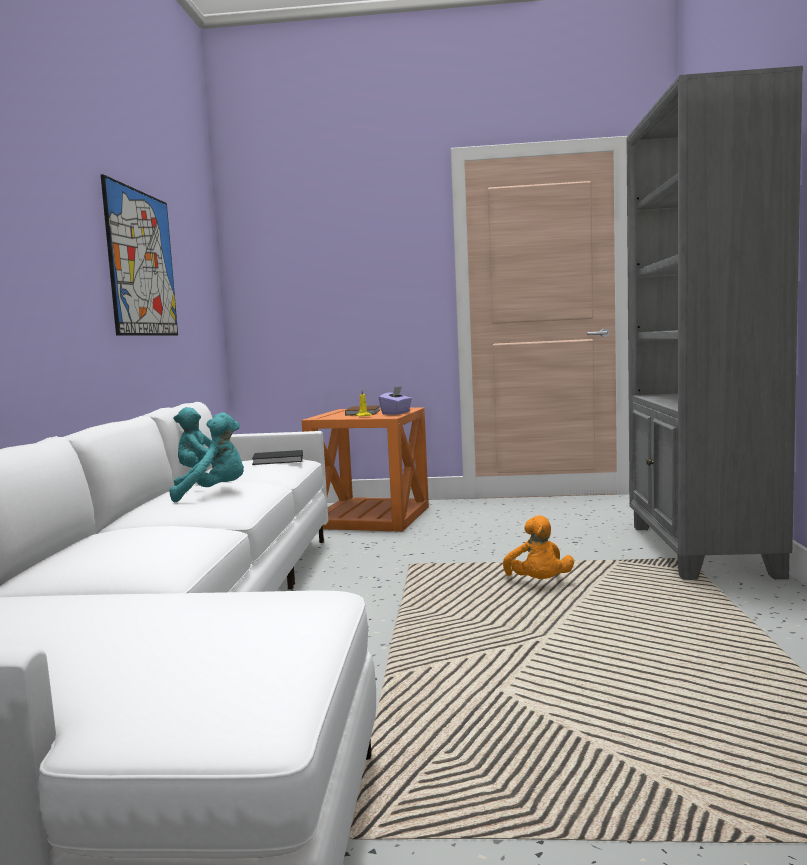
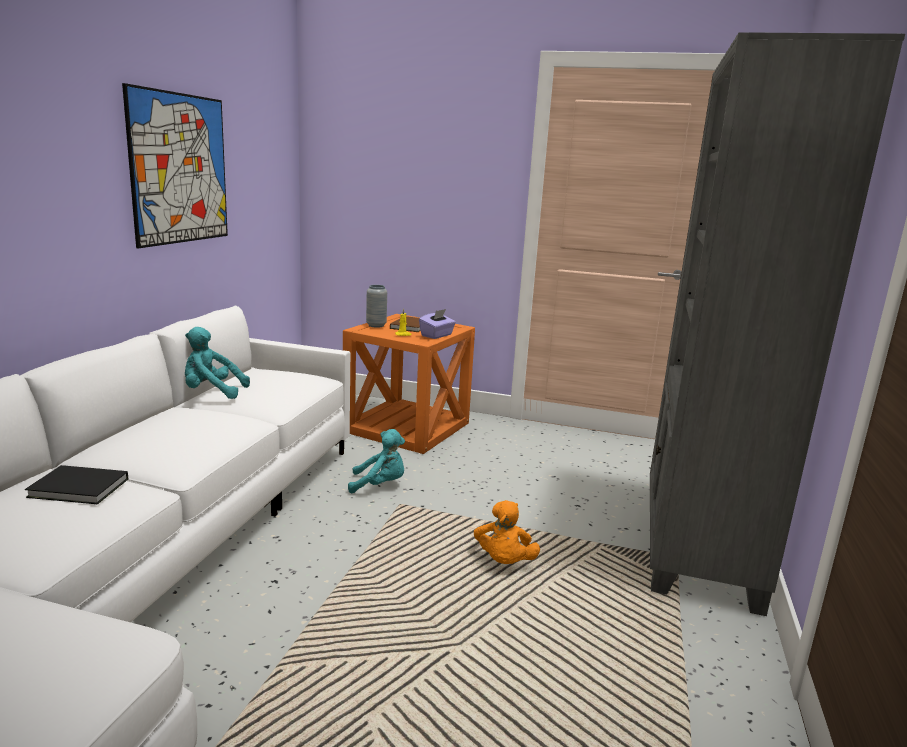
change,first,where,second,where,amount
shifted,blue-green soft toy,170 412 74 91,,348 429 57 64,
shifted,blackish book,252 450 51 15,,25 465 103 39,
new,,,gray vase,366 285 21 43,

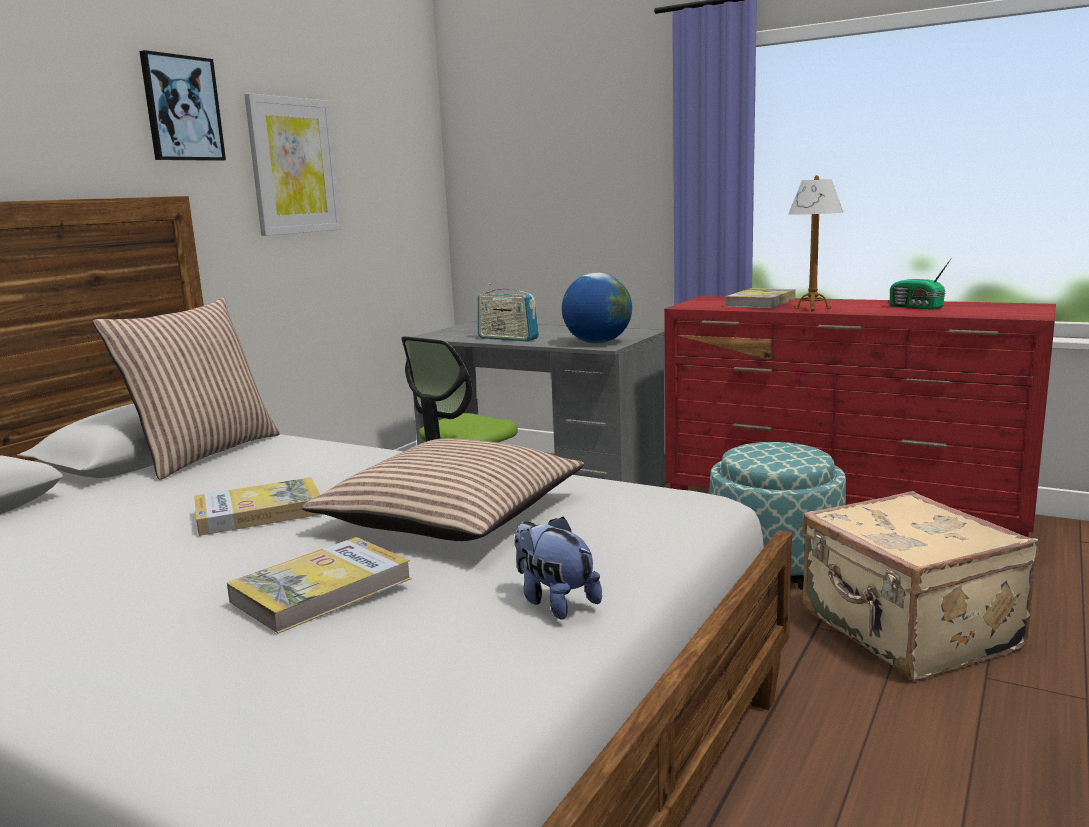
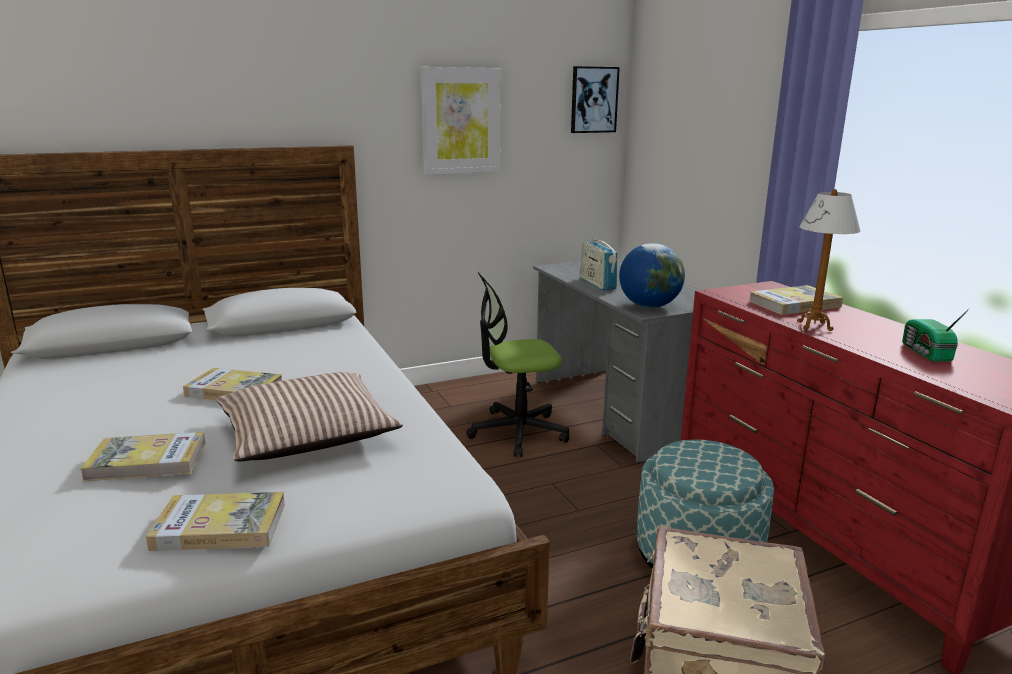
change,first,where,second,where,amount
shifted,picture,139 50 87 111,,571 66 49 67,
gone,cushion,93 298 187 182,,,
swapped,soft toy,515 517 87 103,book,146 492 139 59,

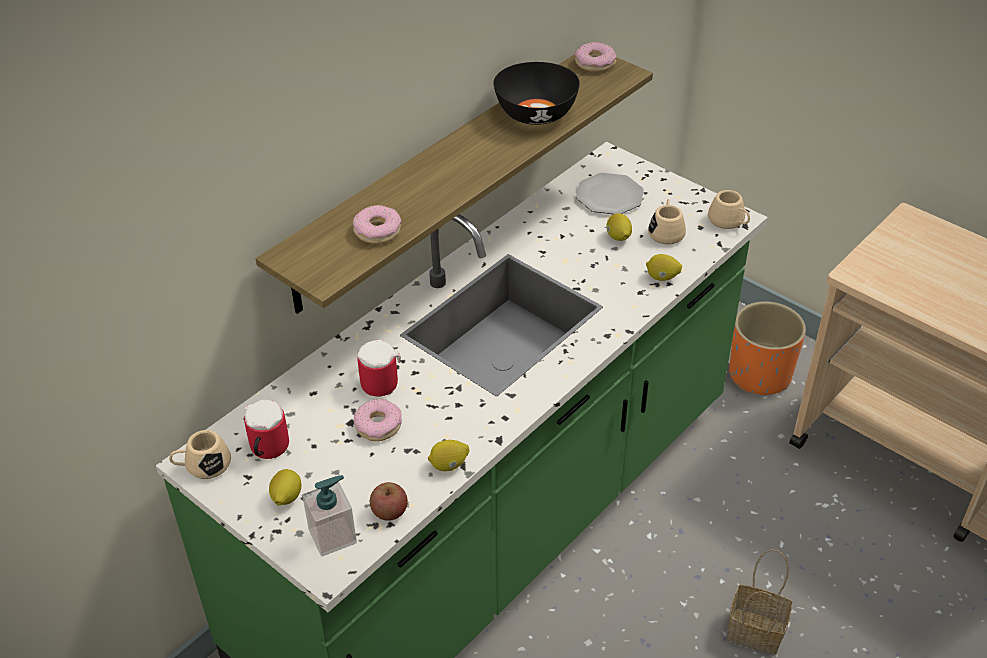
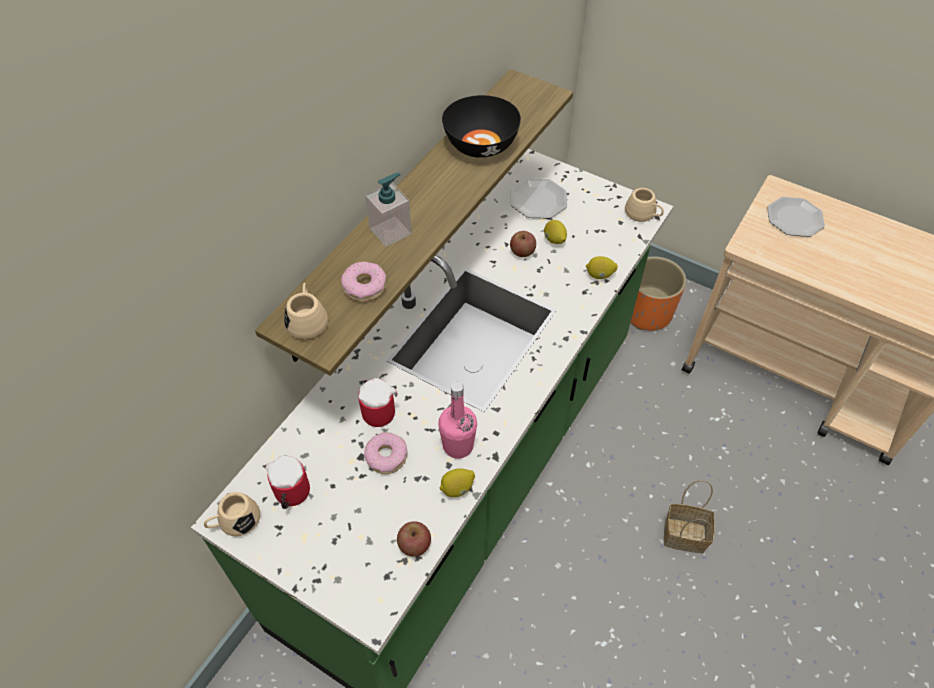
change,first,where,second,where,amount
gone,doughnut,574 42 42 30,,,
shifted,beige mug,648 199 38 46,,284 283 44 56,
gone,whole lemon,269 469 32 36,,,
shifted,soap bottle,302 475 55 82,,365 172 47 75,
new,,,dinner plate,767 197 58 40,
new,,,whole apple,510 231 26 26,
new,,,pink-coloured drink bottle,438 381 39 78,

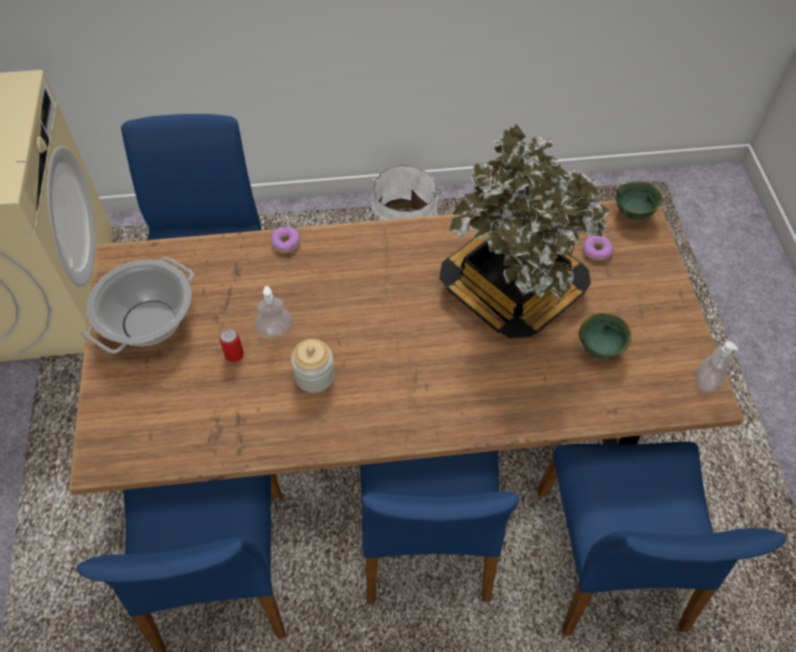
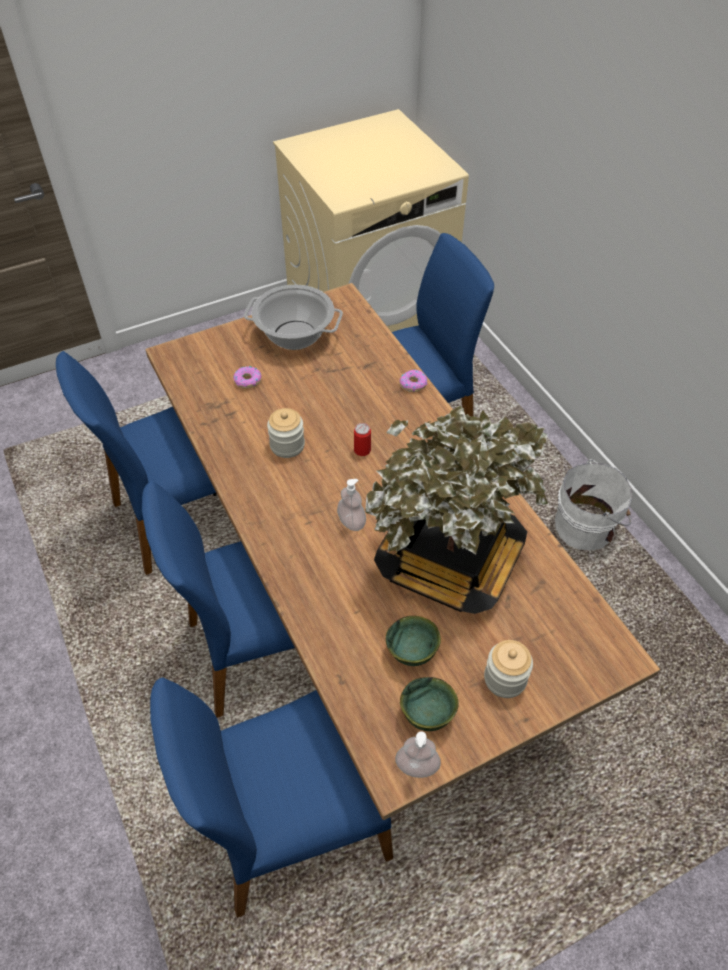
change,first,where,second,where,amount
shifted,green bowl,615 181 47 39,,400 677 59 54,
shifted,doughnut,583 235 30 25,,233 366 29 23,
shifted,soap bottle,255 286 38 51,,337 479 29 52,
shifted,metal can,219 328 25 34,,354 423 17 33,
new,,,preserve jar,484 640 49 58,

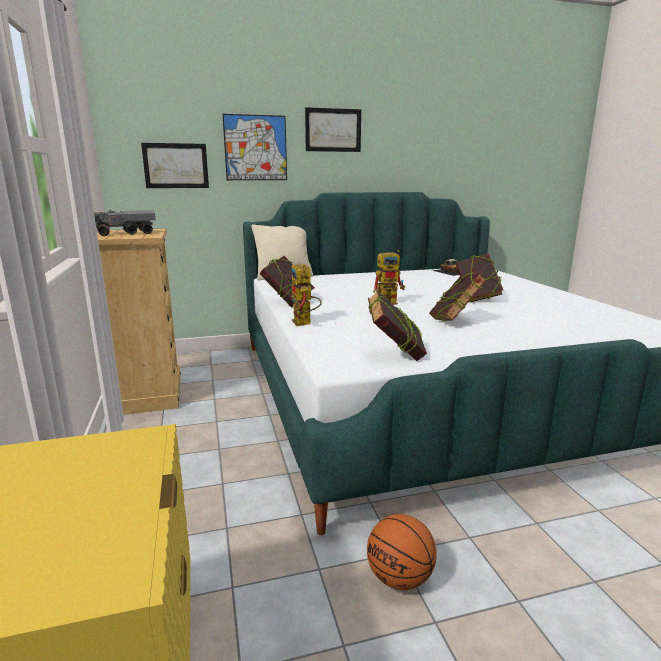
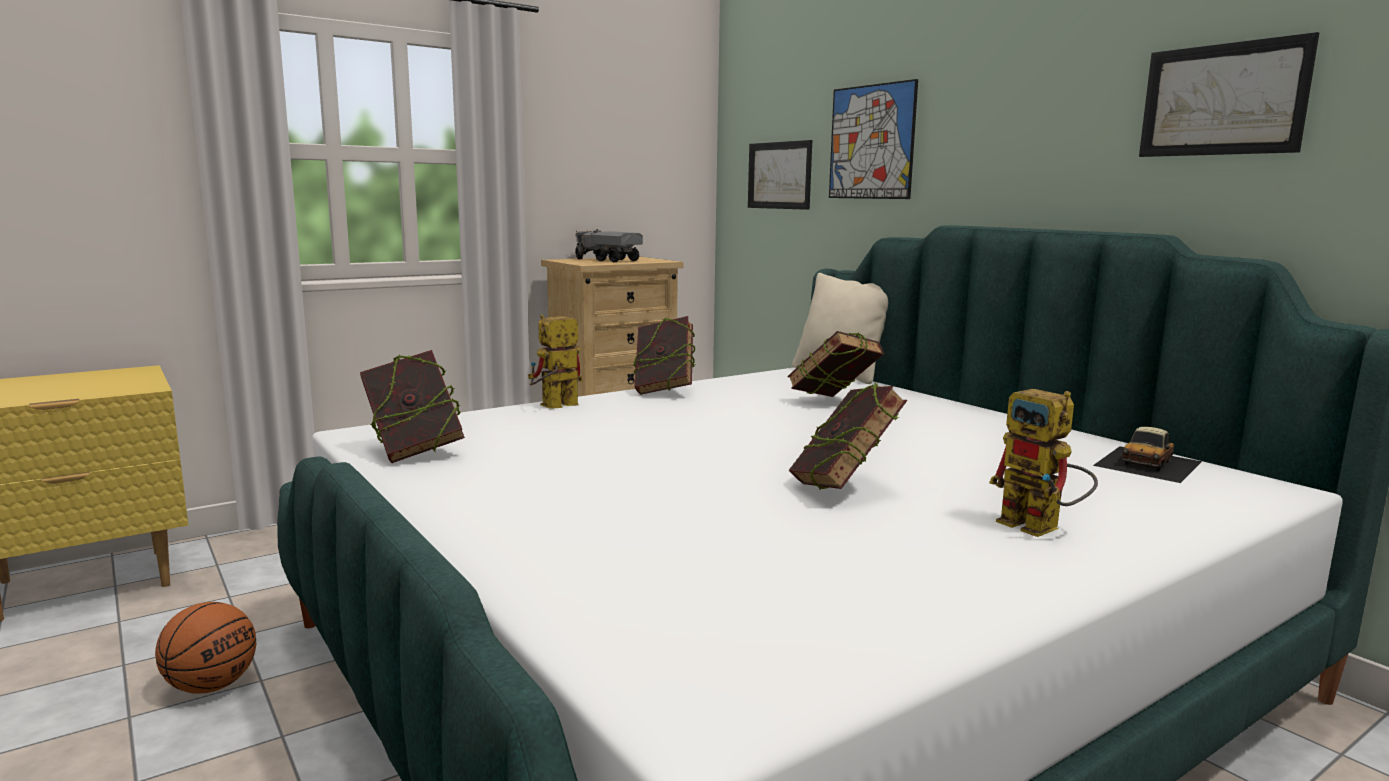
change,first,where,second,where,amount
shifted,picture,305 107 56 45,,1139 32 180 125,
shifted,robot figure,373 250 32 55,,989 389 109 148,
shifted,book,429 271 57 50,,787 331 97 66,

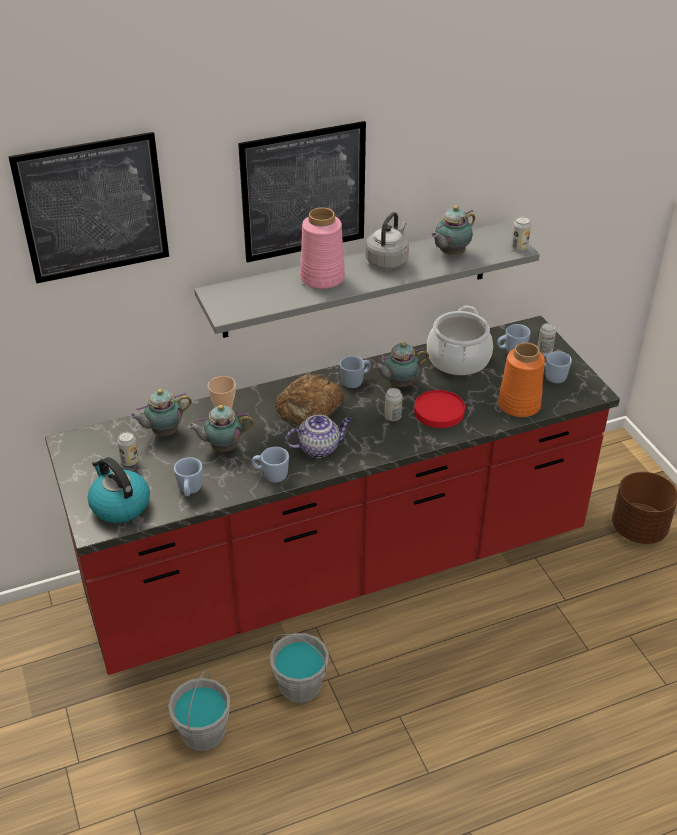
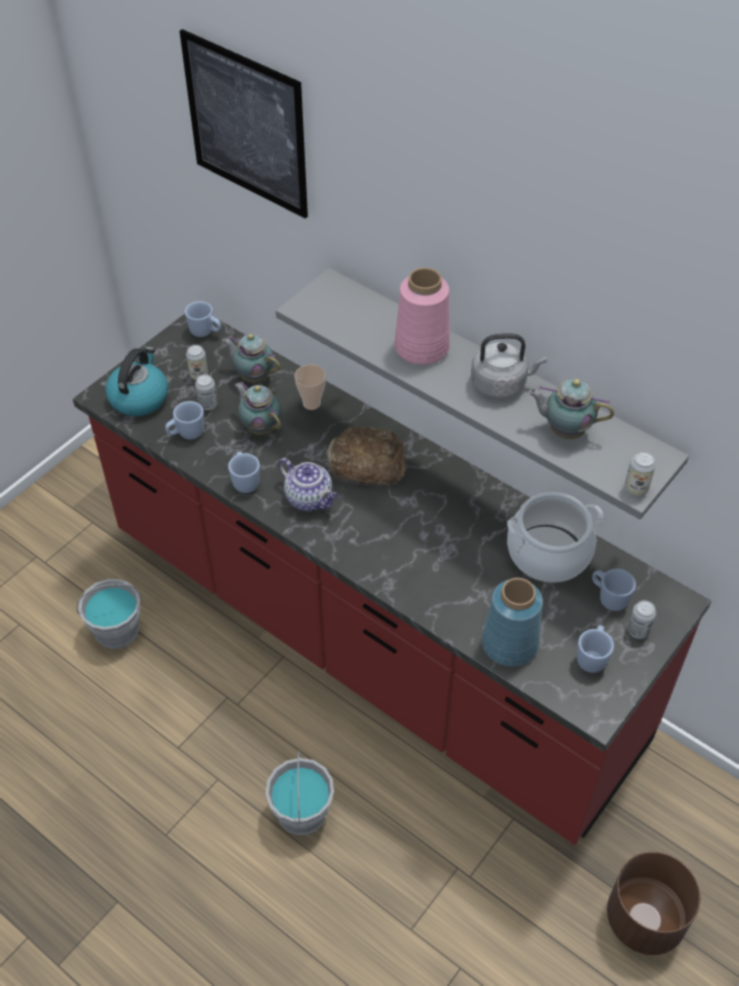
change,first,where,second,where,amount
gone,picture,238 121 128 142,,,
gone,pot for tea,373 342 56 45,,,
repainted,orange vase,498 342 47 75,blue-coloured vase,482 578 61 88,
shifted,blue-coloured mug,339 356 32 32,,185 301 36 36,
shifted,metal can,384 388 18 33,,195 374 23 36,
gone,red-coloured dinner plate,414 390 51 38,,,
shifted,gray pail,270 633 59 70,,265 752 69 83,

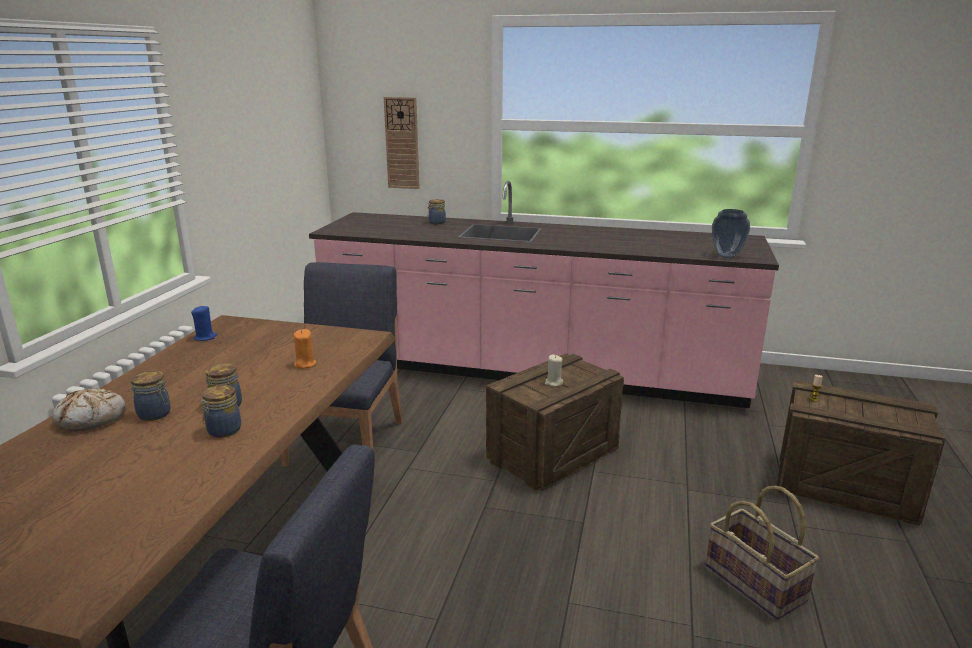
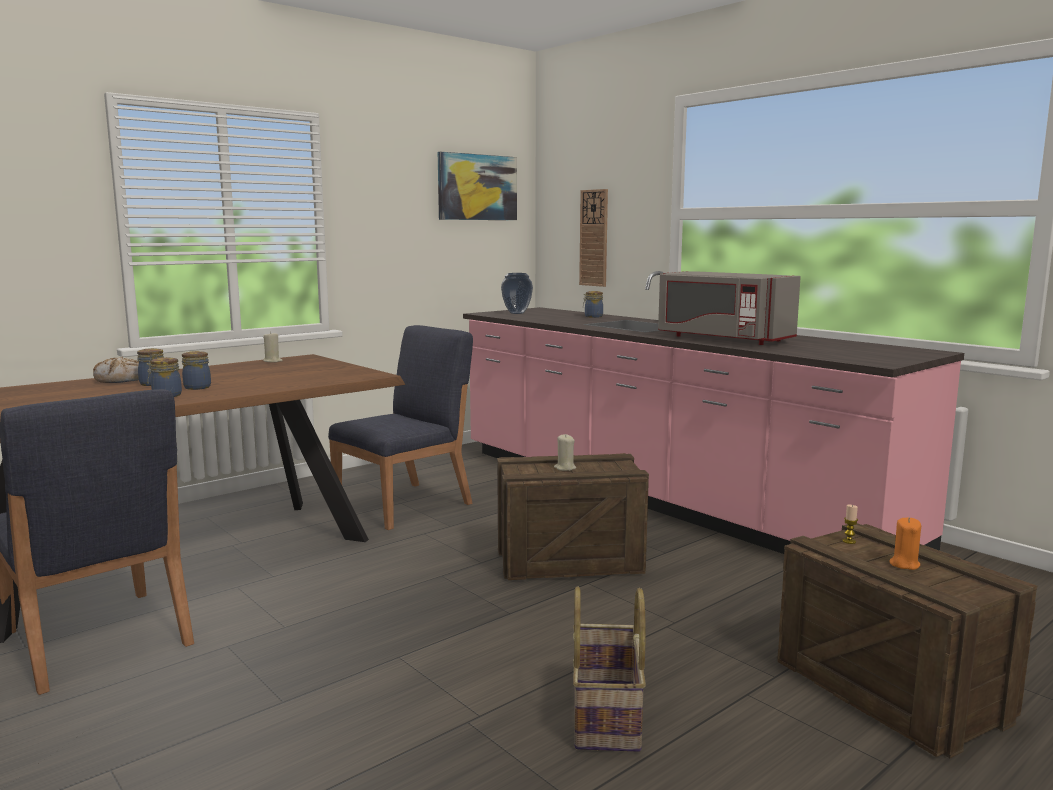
change,first,where,second,where,amount
shifted,vase,712 209 38 49,,501 273 32 41,
repainted,blue-coloured wax light,191 306 26 35,beige wax light,263 331 20 31,
shifted,orange wax light,293 329 23 40,,889 518 32 52,
new,,,picture,438 152 79 68,
new,,,gray microwave,658 271 143 74,

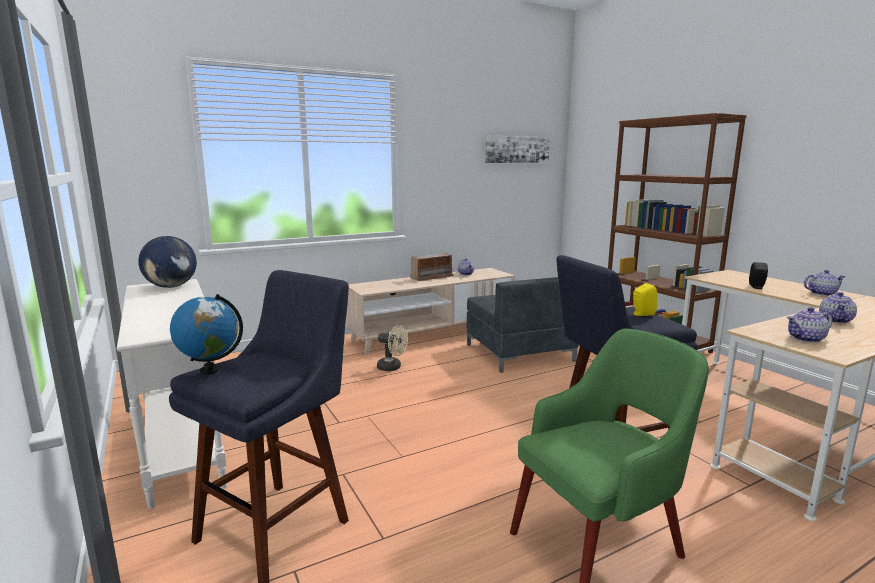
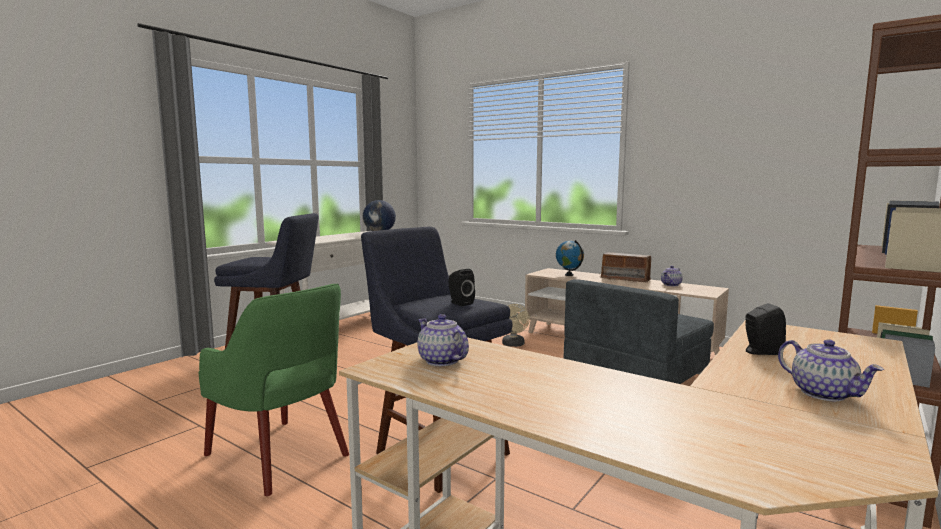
change,first,where,second,where,amount
gone,picture,485 136 65 27,,,
repainted,yellow speaker,633 283 24 33,blackish speaker,449 269 26 37,
gone,pot for tea,819 292 38 31,,,
shifted,globe,170 294 73 81,,556 240 28 36,

